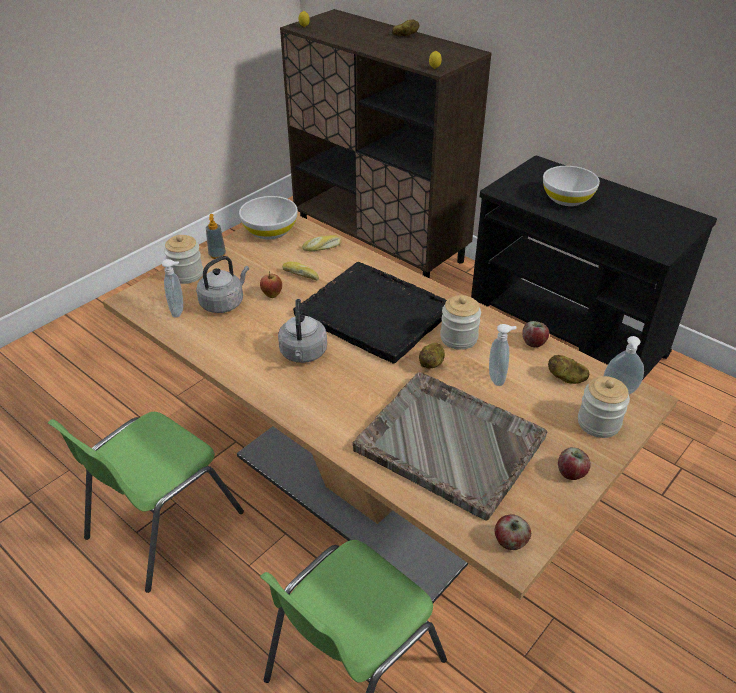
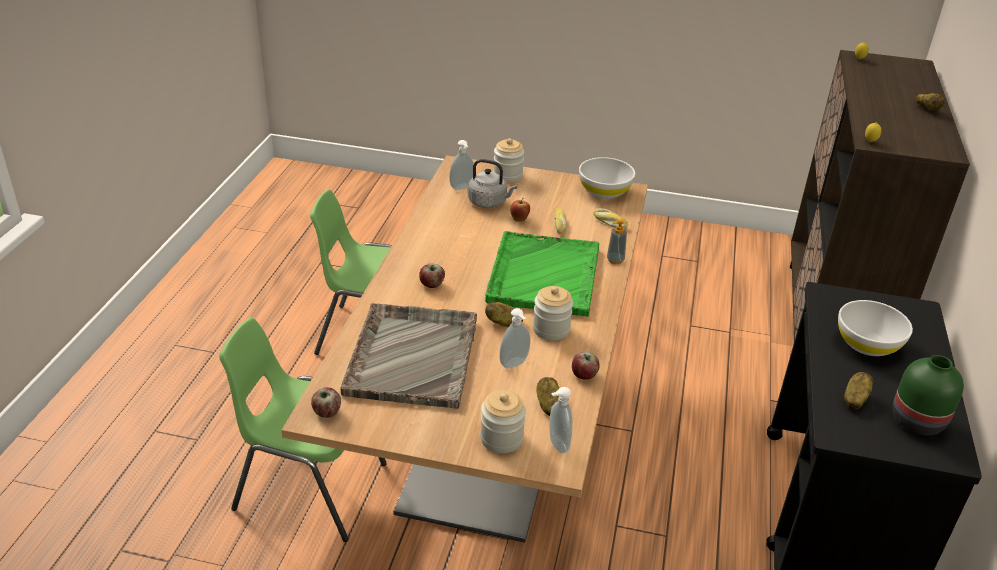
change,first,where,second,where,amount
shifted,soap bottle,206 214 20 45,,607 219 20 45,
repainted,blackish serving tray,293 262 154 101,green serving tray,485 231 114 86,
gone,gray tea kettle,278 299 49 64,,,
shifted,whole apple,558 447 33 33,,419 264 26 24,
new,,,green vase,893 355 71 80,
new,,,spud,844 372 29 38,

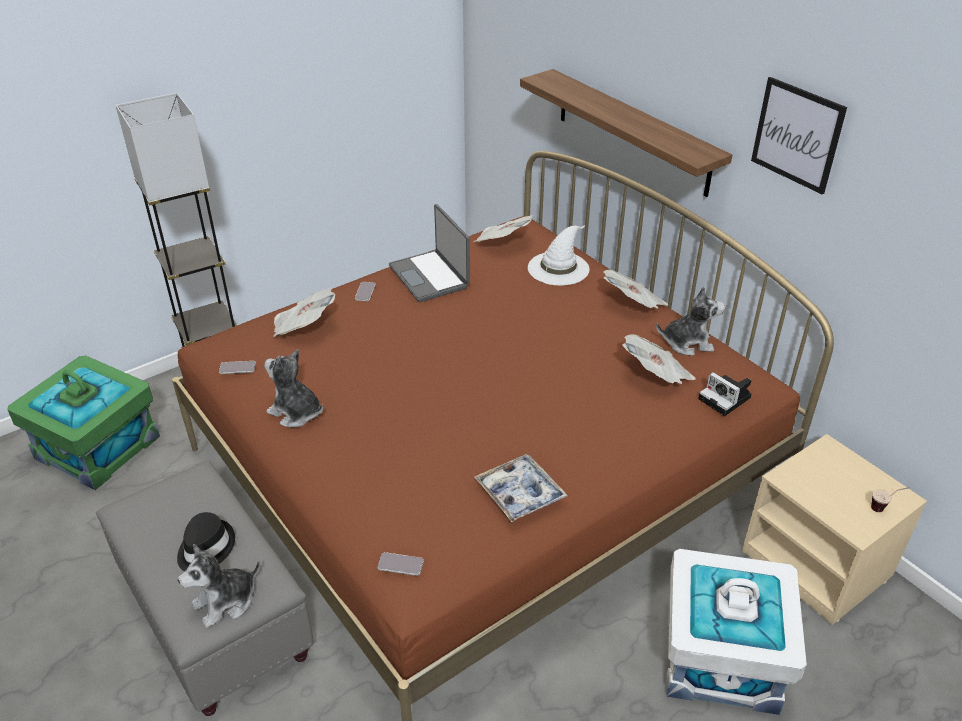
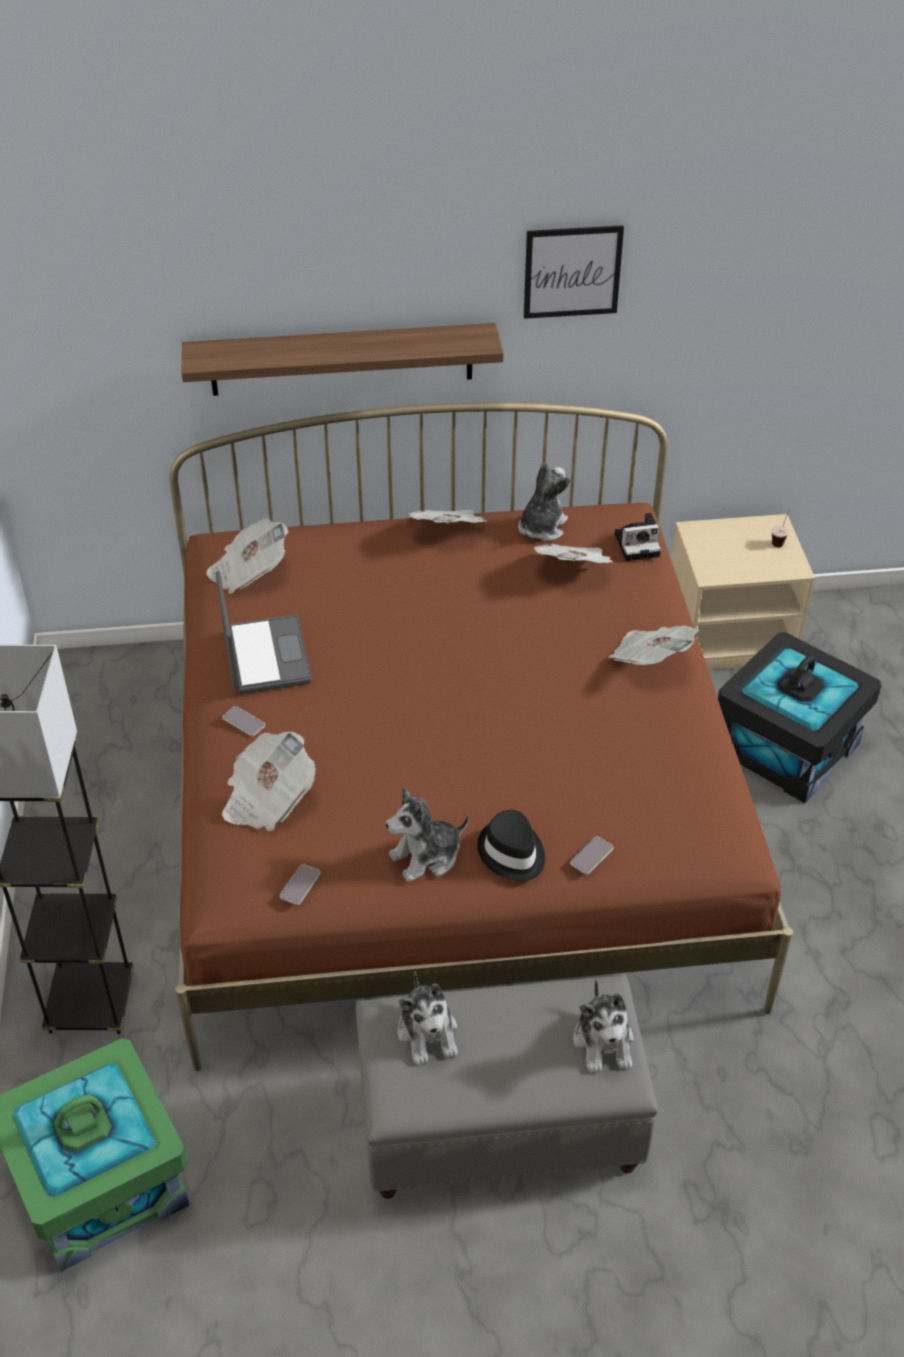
change,first,where,second,where,amount
rotated,notebook computer,389 204 81 98,,216 571 96 123,105 degrees counterclockwise
gone,white-coloured clothing hat,528 225 61 60,,,
gone,serving tray,474 454 94 68,,,
shifted,blackish clothing hat,177 512 58 59,,477 810 68 71,
repainted,white-coloured storage box,666 549 141 166,blackish storage box,718 632 163 171,
shifted,phone,378 552 46 24,,570 836 44 39,
new,,,printed paper,608 625 91 40,
new,,,soft toy,398 971 60 94,

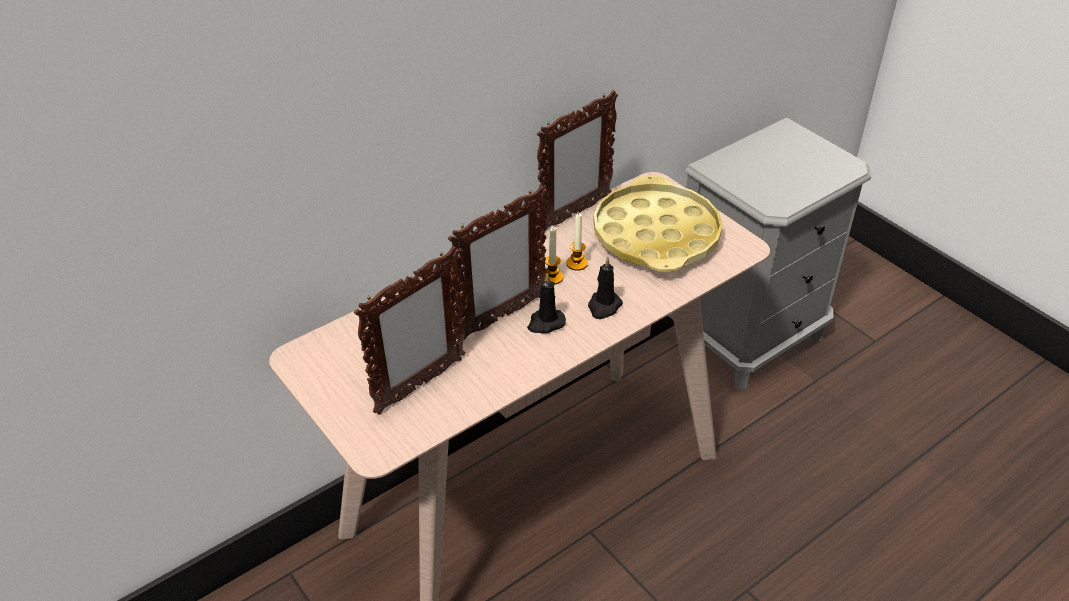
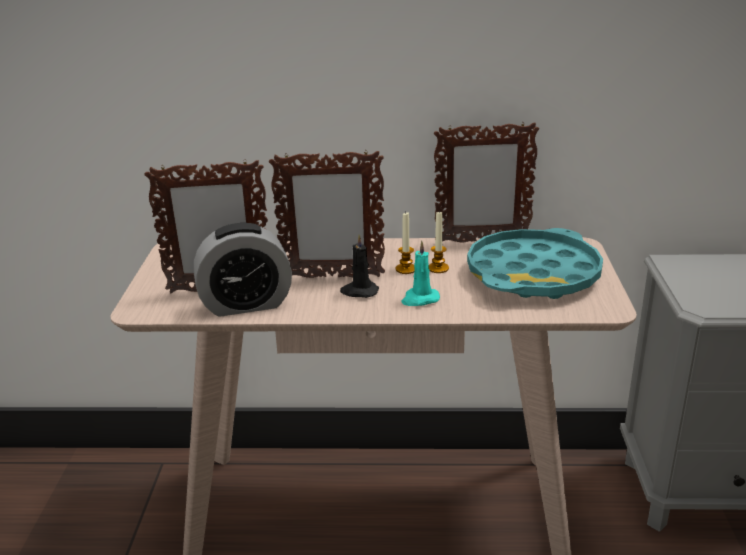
change,first,where,second,where,amount
repainted,yellow serving tray,593 175 130 97,blue-green serving tray,467 228 136 71,
repainted,blackish wax light,588 257 35 62,blue-green wax light,401 240 39 66,
new,,,table clock,193 223 99 94,

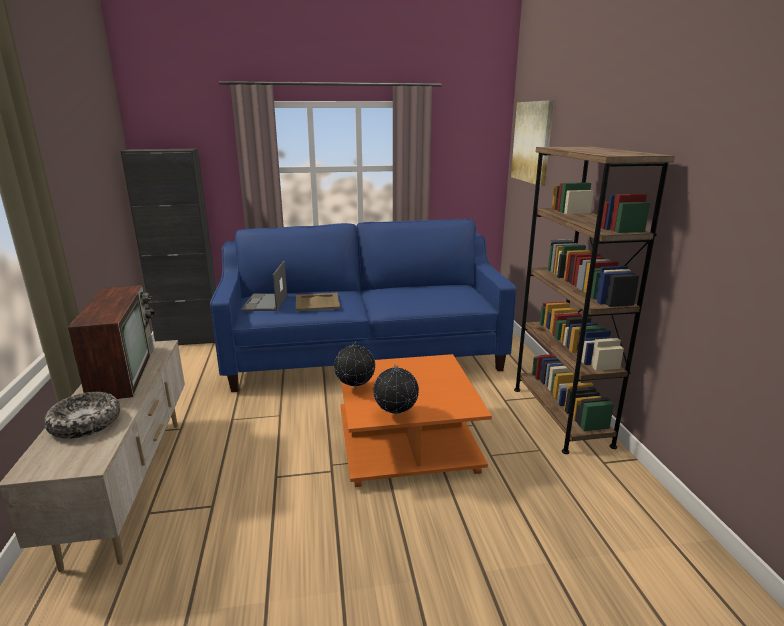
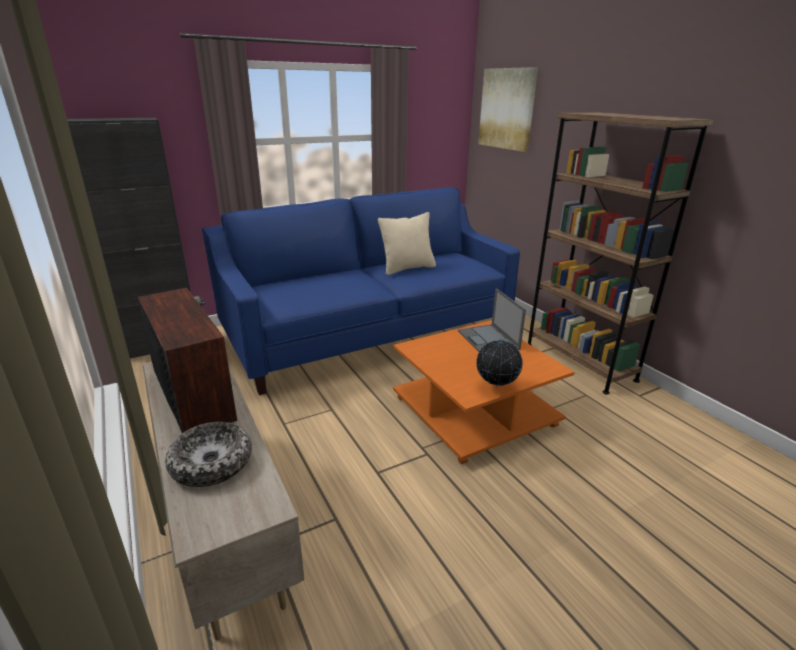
change,first,where,second,where,amount
shifted,notebook computer,241 261 46 50,,458 288 68 64,
gone,beige serving tray,296 293 44 18,,,
gone,globe,334 342 41 46,,,
new,,,beige cushion,378 212 58 63,

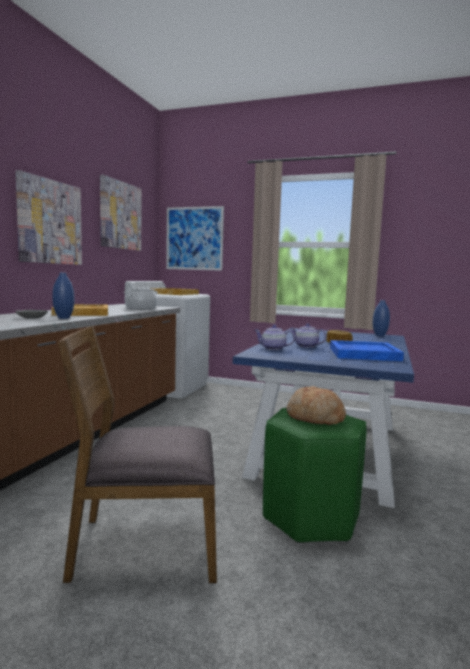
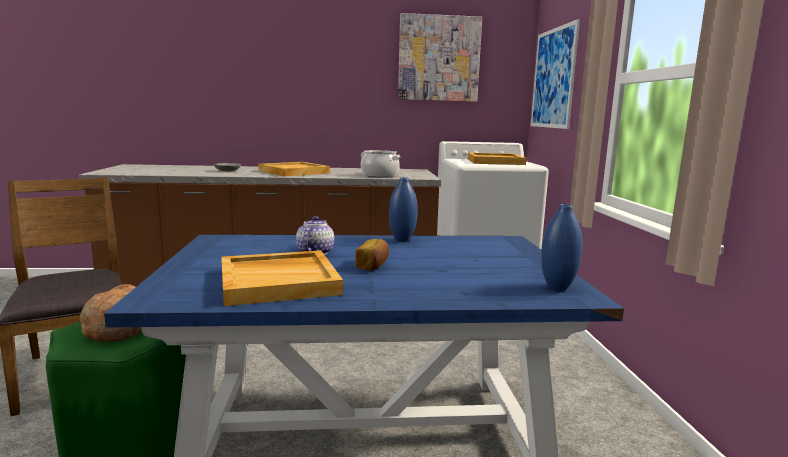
change,first,where,second,where,amount
gone,picture,16 170 66 95,,,
shifted,blue-coloured vase,52 273 22 46,,389 177 29 65,
gone,pot for tea,255 324 40 26,,,
repainted,blue-coloured serving tray,330 340 74 21,beige serving tray,221 250 122 56,

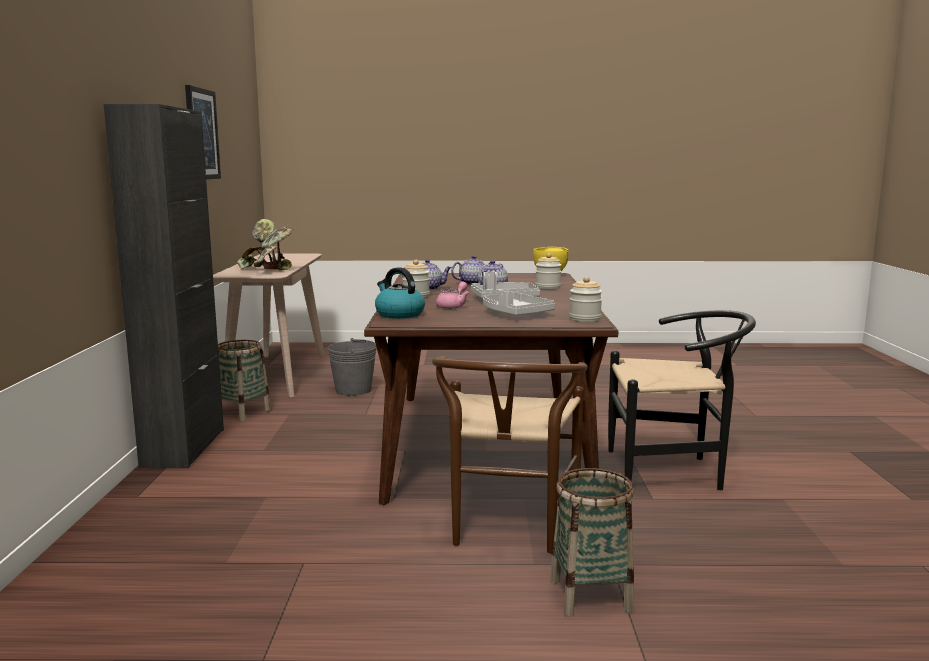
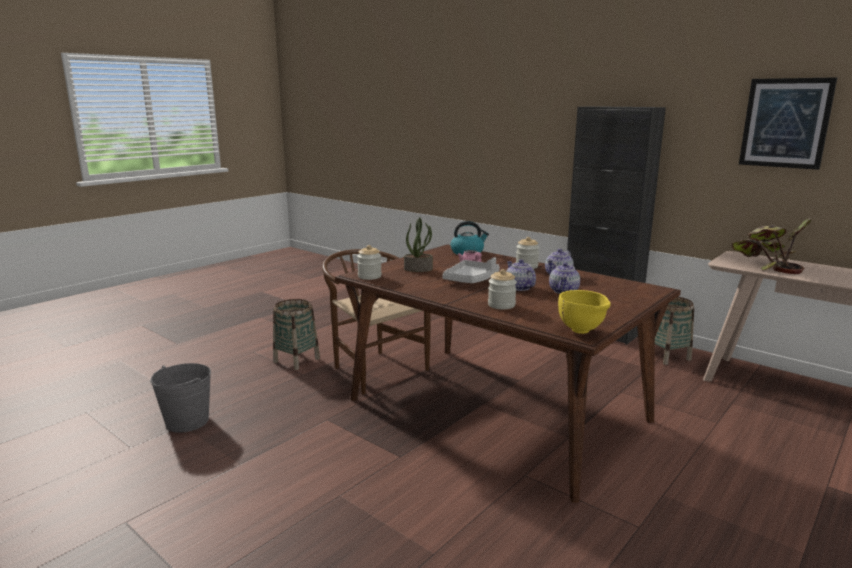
change,first,where,second,where,amount
swapped,gray serving tray,483 289 72 26,houseplant,404 217 29 55,
gone,blackish chair,608 310 148 180,,,
shifted,gray pail,327 338 49 58,,150 363 61 70,

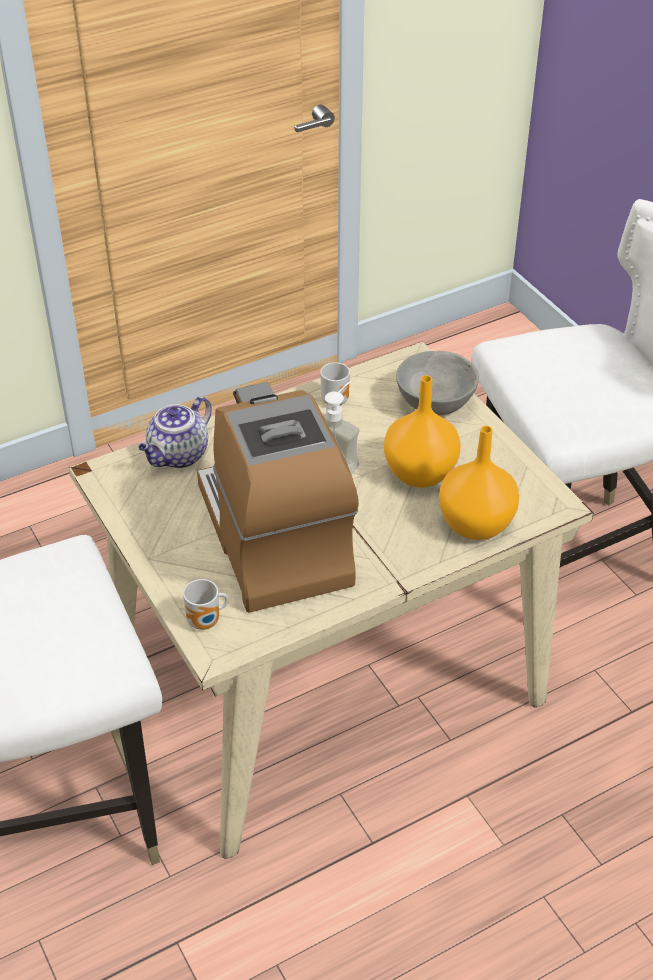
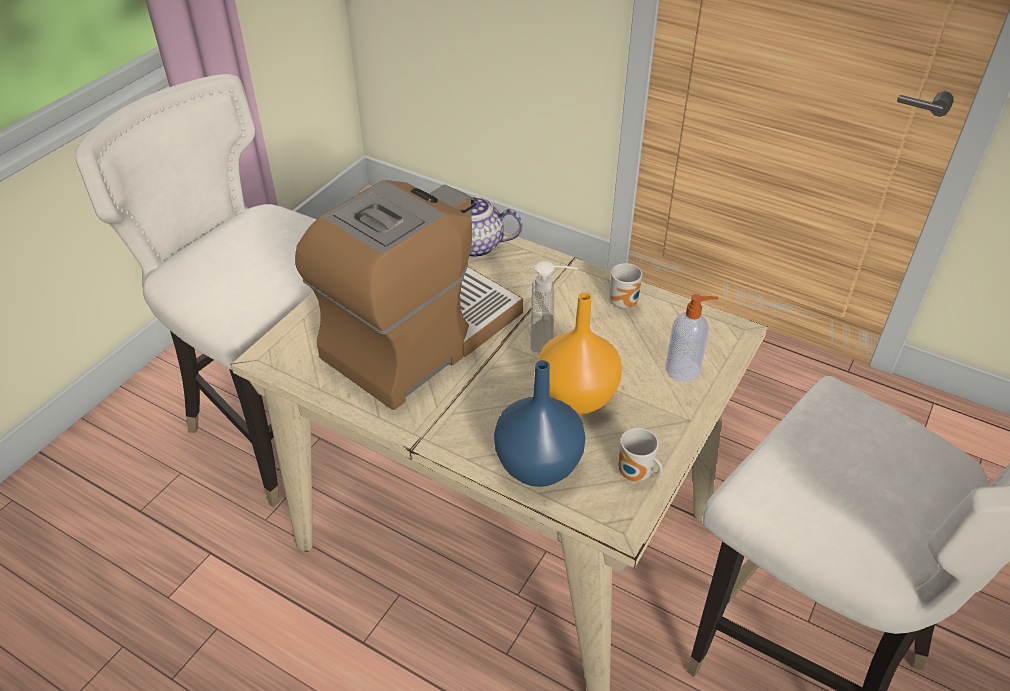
change,first,where,second,where,amount
swapped,gray bowl,396 351 83 64,soap bottle,666 294 53 88,
repainted,orange vase,439 426 80 114,blue-coloured vase,494 360 92 127,
shifted,mug,183 579 46 51,,618 428 45 54,

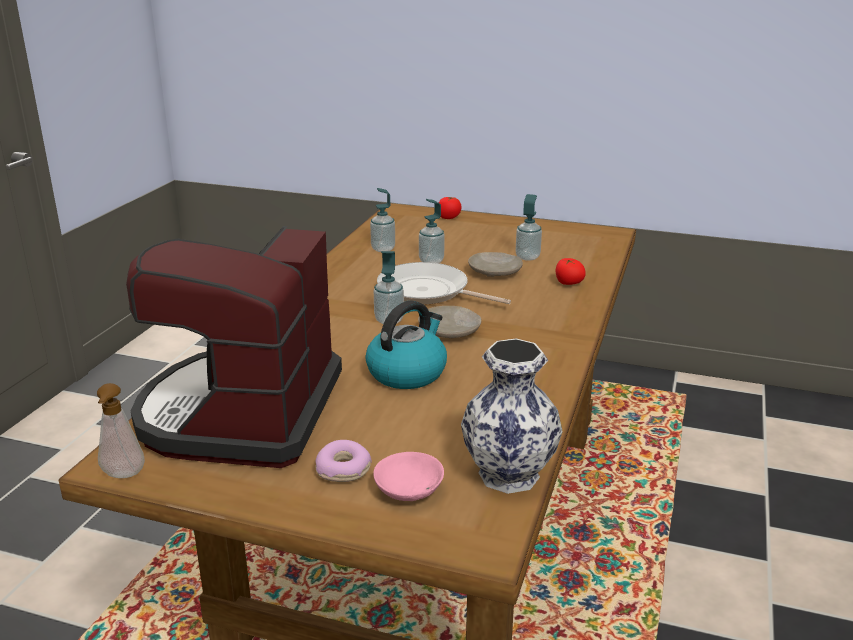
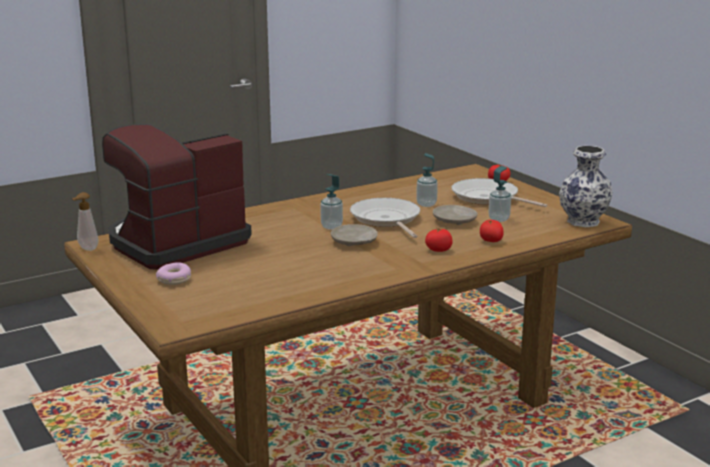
change,first,where,second,where,amount
gone,soap bottle,370 188 25 64,,,
gone,tea kettle,365 300 82 89,,,
shifted,vase,461 338 102 156,,559 146 54 81,
gone,pink-coloured bowl,373 452 71 49,,,
new,,,pan,451 178 96 29,
new,,,fresh tomato,425 227 28 25,

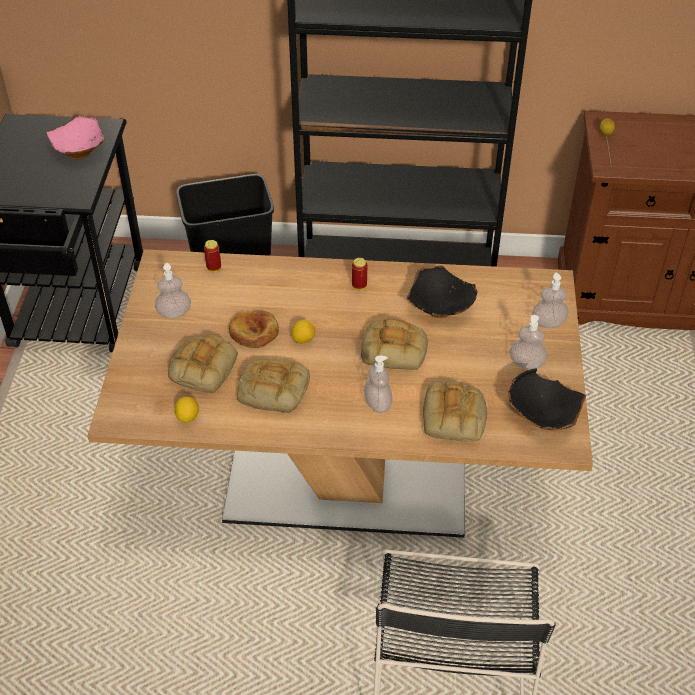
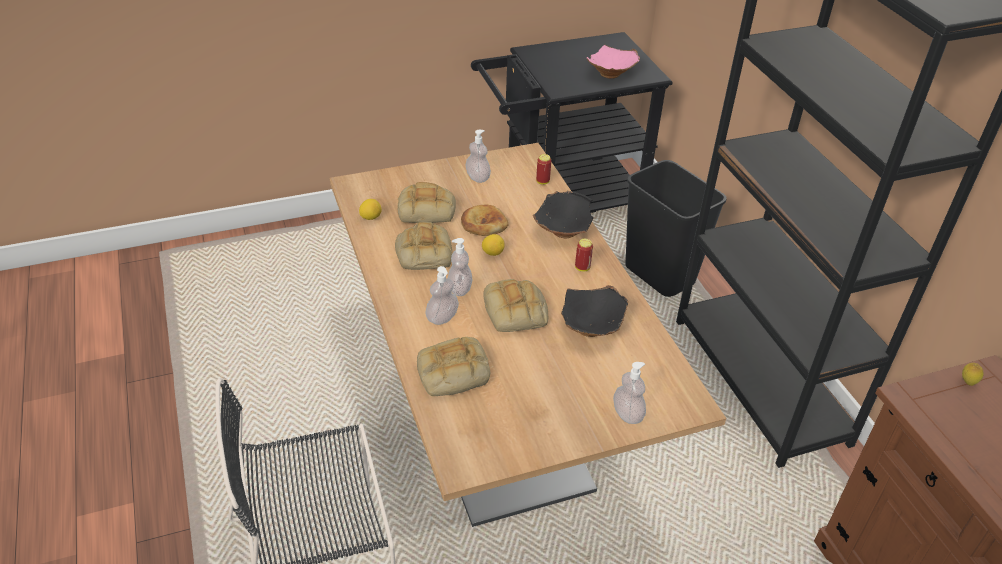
change,first,where,second,where,amount
shifted,soap bottle,510 315 37 54,,448 238 25 58,
shifted,blackish bowl,508 368 78 62,,533 191 60 47,

